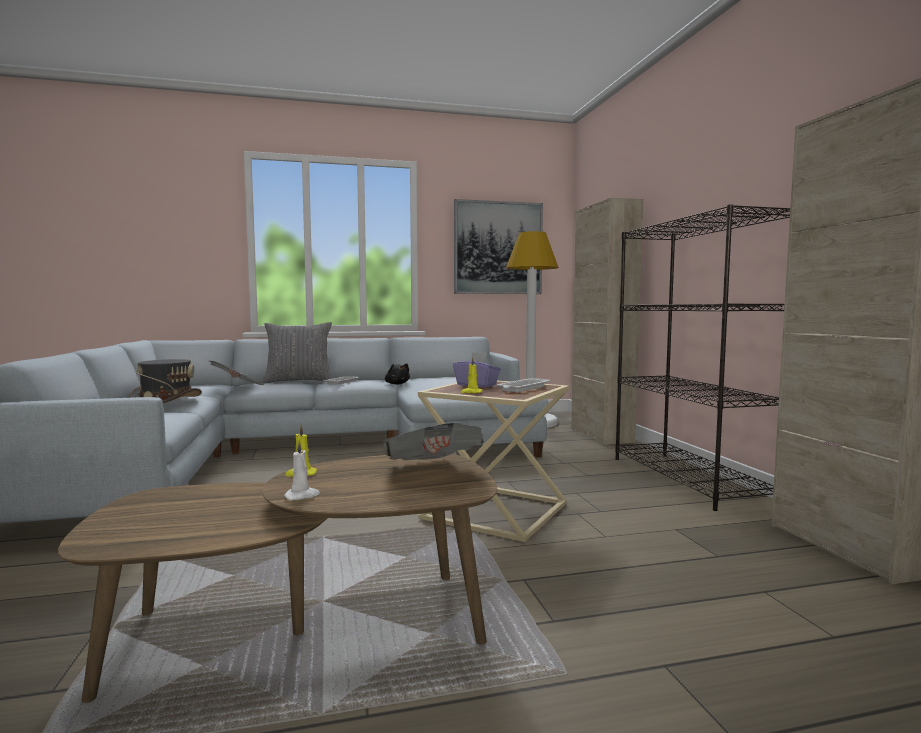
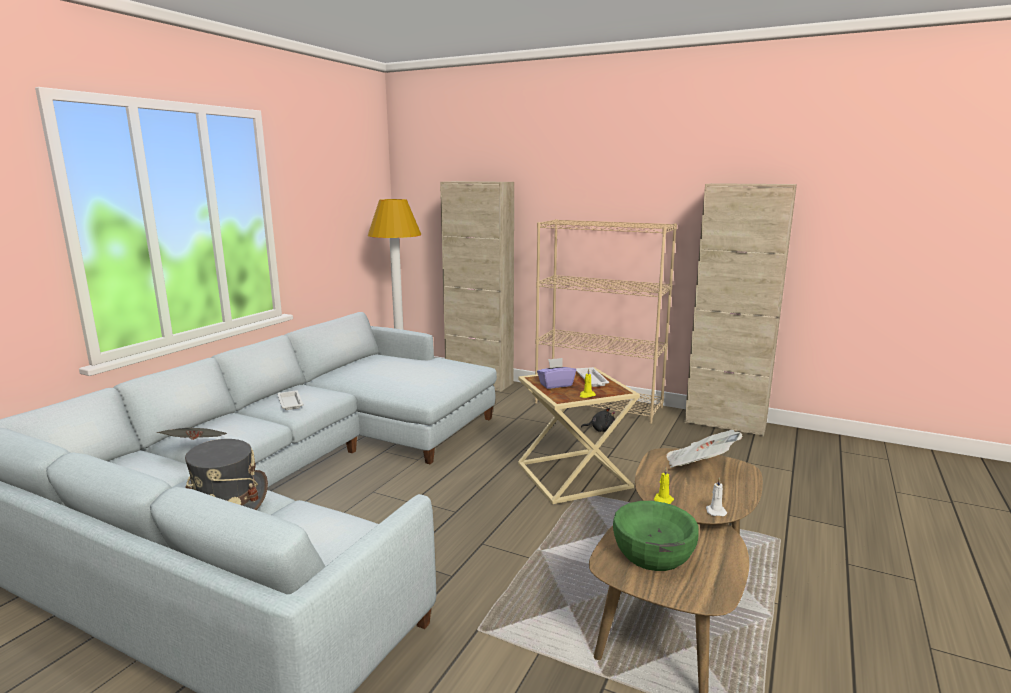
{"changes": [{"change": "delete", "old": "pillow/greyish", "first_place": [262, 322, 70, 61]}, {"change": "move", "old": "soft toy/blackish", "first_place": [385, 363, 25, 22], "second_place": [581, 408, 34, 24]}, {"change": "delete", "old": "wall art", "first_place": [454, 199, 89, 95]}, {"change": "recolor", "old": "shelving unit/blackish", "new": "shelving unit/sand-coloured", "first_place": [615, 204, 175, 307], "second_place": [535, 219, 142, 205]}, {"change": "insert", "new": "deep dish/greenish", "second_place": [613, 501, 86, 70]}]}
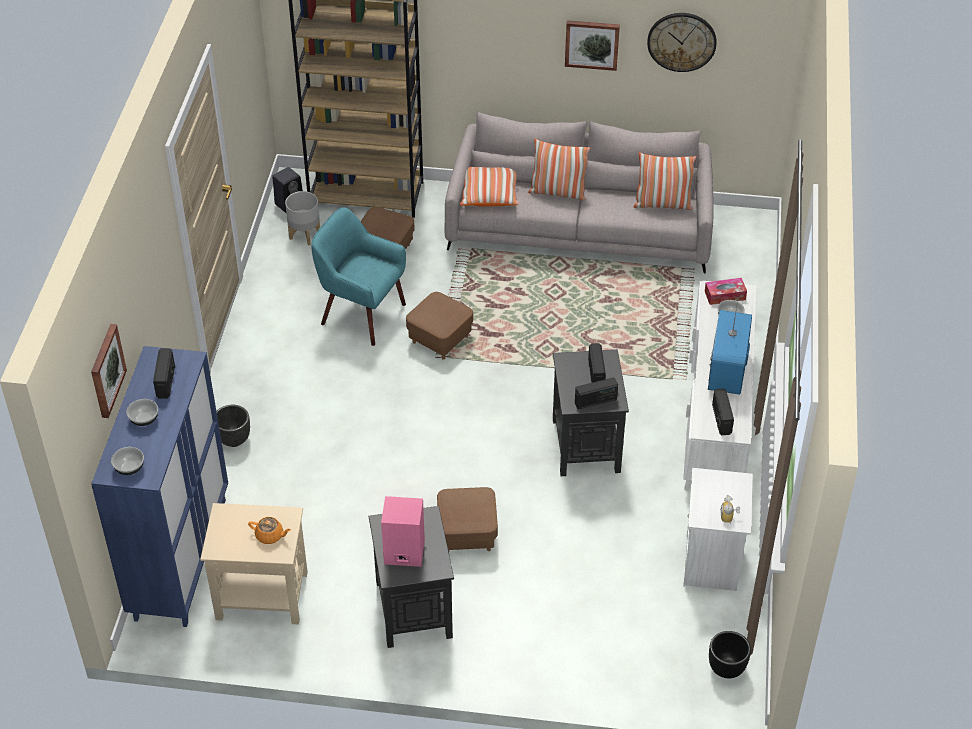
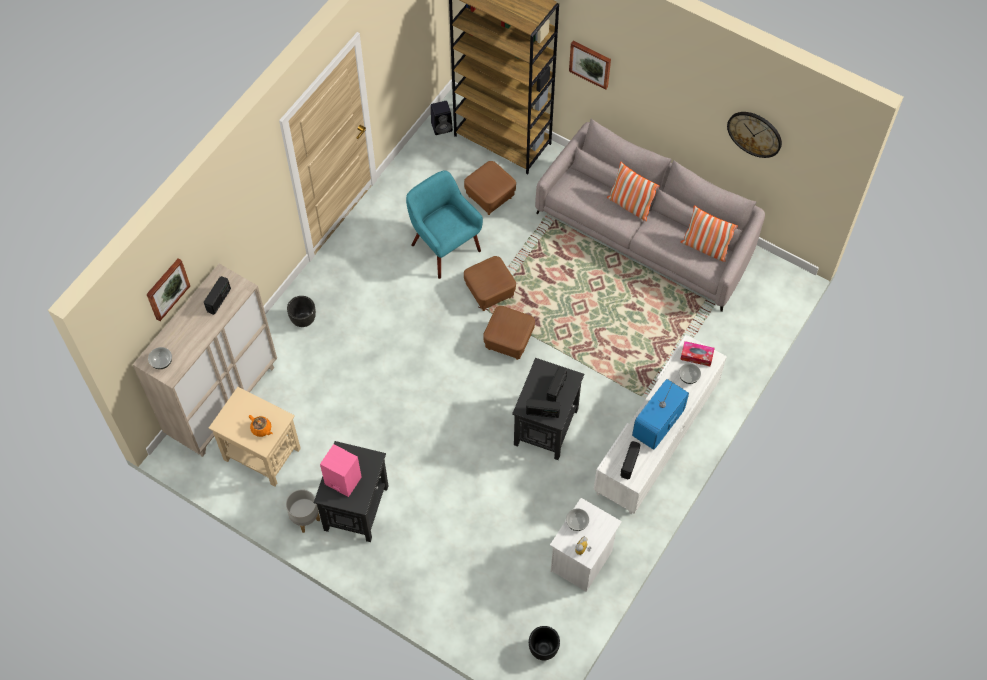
{"changes": [{"change": "recolor", "old": "cabinet/blue", "new": "cabinet/sand-coloured", "first_place": [91, 346, 137, 281], "second_place": [133, 264, 144, 193]}, {"change": "move", "old": "deep dish", "first_place": [126, 399, 32, 27], "second_place": [566, 508, 23, 23]}, {"change": "move", "old": "flower pot/greyish", "first_place": [285, 191, 35, 55], "second_place": [286, 489, 34, 44]}, {"change": "move", "old": "footrest/brown", "first_place": [437, 487, 61, 64], "second_place": [483, 306, 52, 54]}, {"change": "delete", "old": "pillow", "first_place": [460, 167, 59, 40]}, {"change": "move", "old": "wall art", "first_place": [565, 20, 55, 51], "second_place": [569, 41, 42, 49]}]}
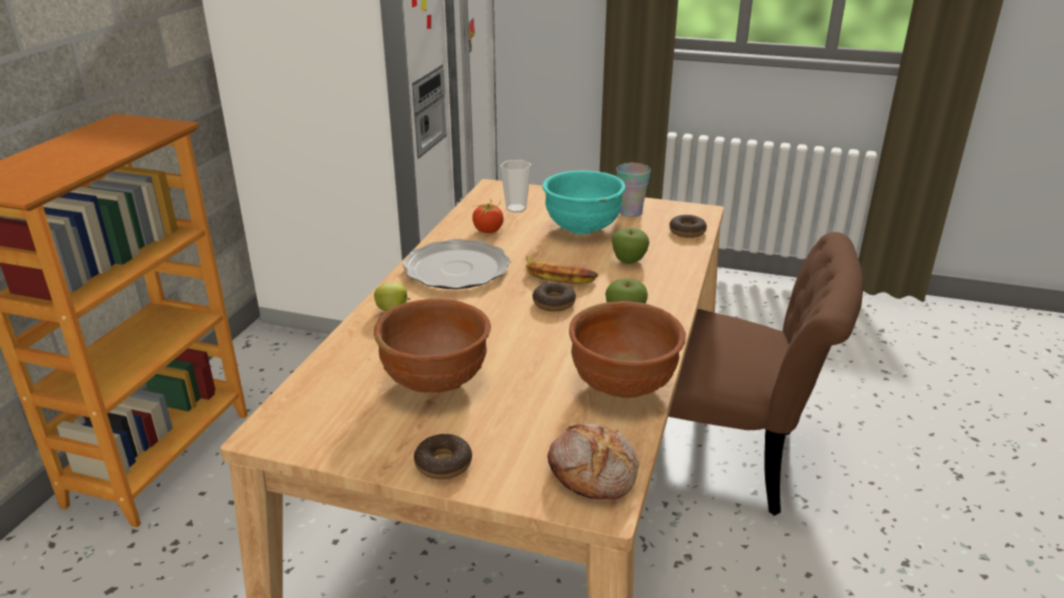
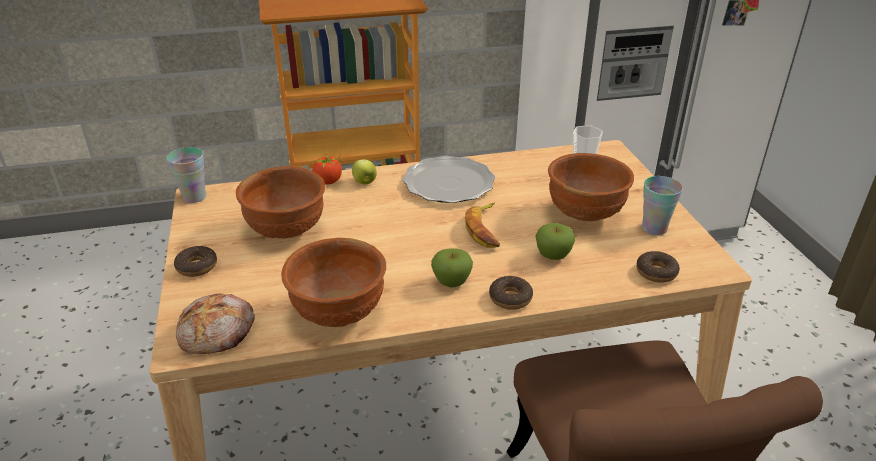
{"changes": [{"change": "move", "old": "tomato", "first_place": [472, 198, 32, 35], "second_place": [312, 154, 30, 31]}, {"change": "move", "old": "donut", "first_place": [533, 282, 43, 30], "second_place": [489, 276, 44, 34]}, {"change": "recolor", "old": "deep dish/blue-green", "new": "deep dish/brown", "first_place": [542, 170, 83, 65], "second_place": [548, 153, 86, 68]}, {"change": "insert", "new": "cup", "second_place": [167, 147, 39, 56]}]}
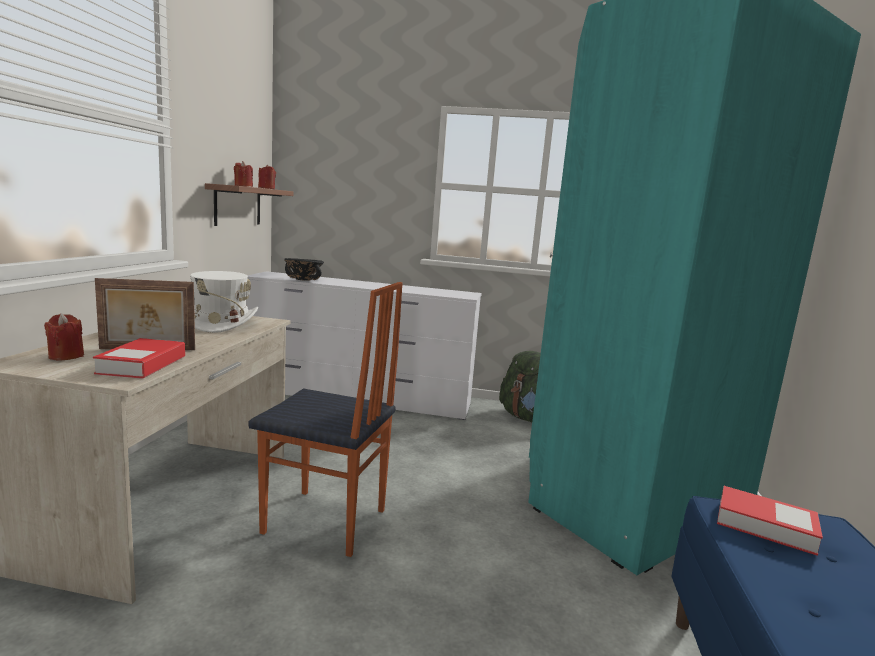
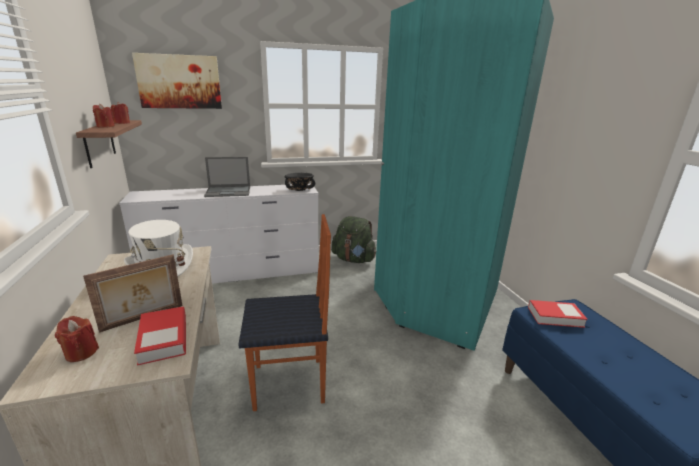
{"changes": [{"change": "move", "old": "deep dish/blackish", "first_place": [284, 258, 40, 23], "second_place": [285, 173, 30, 18]}, {"change": "insert", "new": "wall art", "second_place": [132, 53, 90, 56]}, {"change": "insert", "new": "laptop", "second_place": [204, 157, 46, 40]}]}
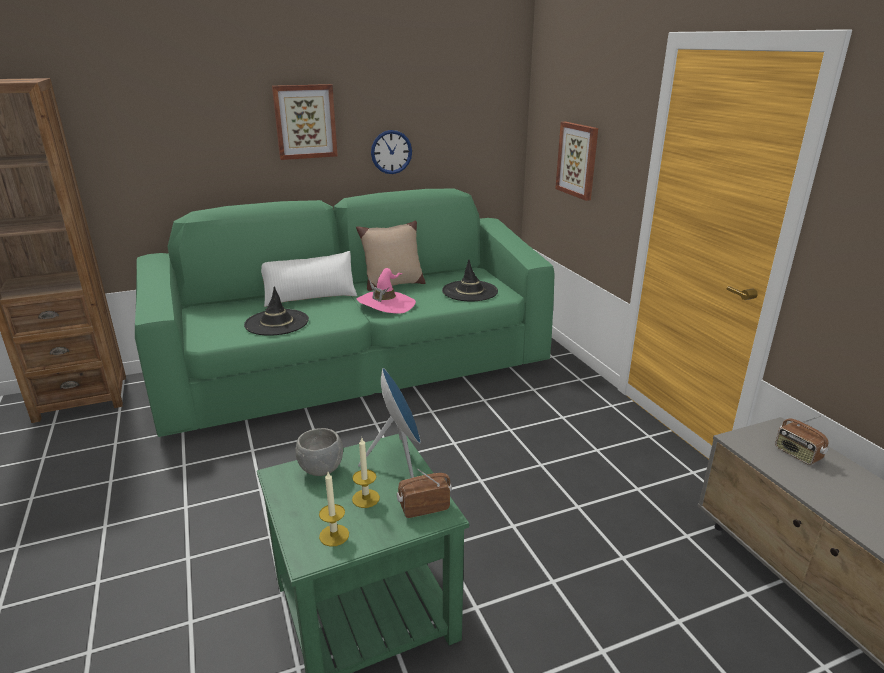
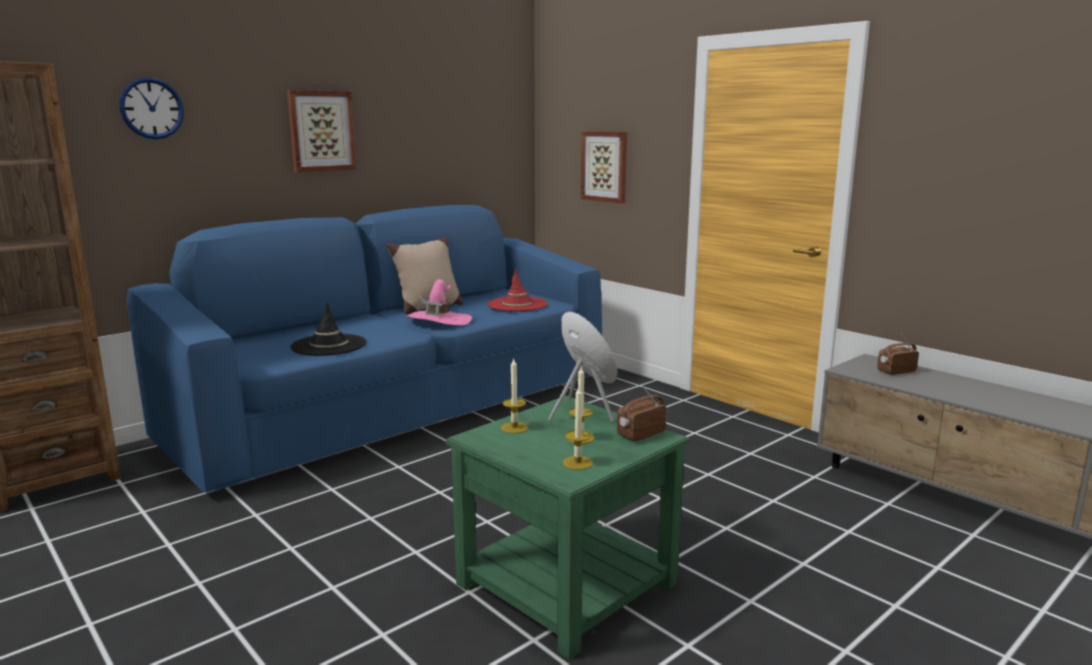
{"changes": [{"change": "recolor", "old": "settee/greenish", "new": "settee/blue", "first_place": [135, 189, 420, 248], "second_place": [127, 205, 475, 288]}, {"change": "delete", "old": "pillow/white-coloured", "first_place": [261, 251, 96, 56]}, {"change": "replace", "old": "deep dish/greyish", "new": "candle", "first_place": [295, 428, 48, 48], "second_place": [501, 357, 27, 76]}, {"change": "move", "old": "hanging clock", "first_place": [371, 130, 41, 44], "second_place": [119, 77, 65, 62]}, {"change": "recolor", "old": "wearable hat/blackish", "new": "wearable hat/reddish", "first_place": [442, 259, 56, 43], "second_place": [487, 269, 61, 43]}, {"change": "rotate", "old": "radio", "first_place": [775, 416, 54, 49], "second_place": [877, 334, 42, 41], "degrees": 120}]}
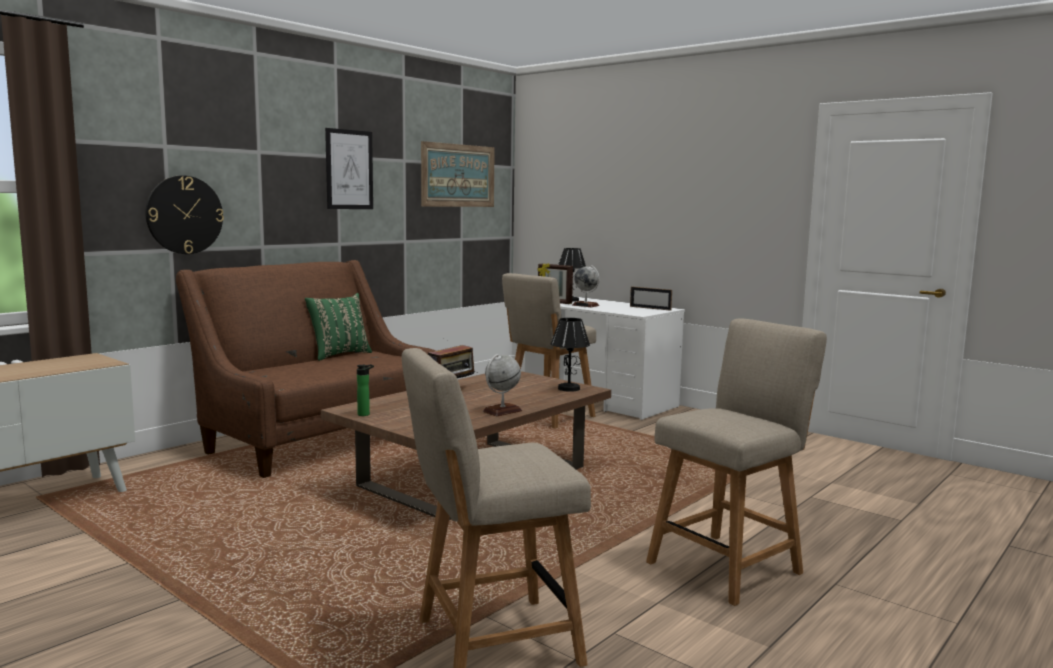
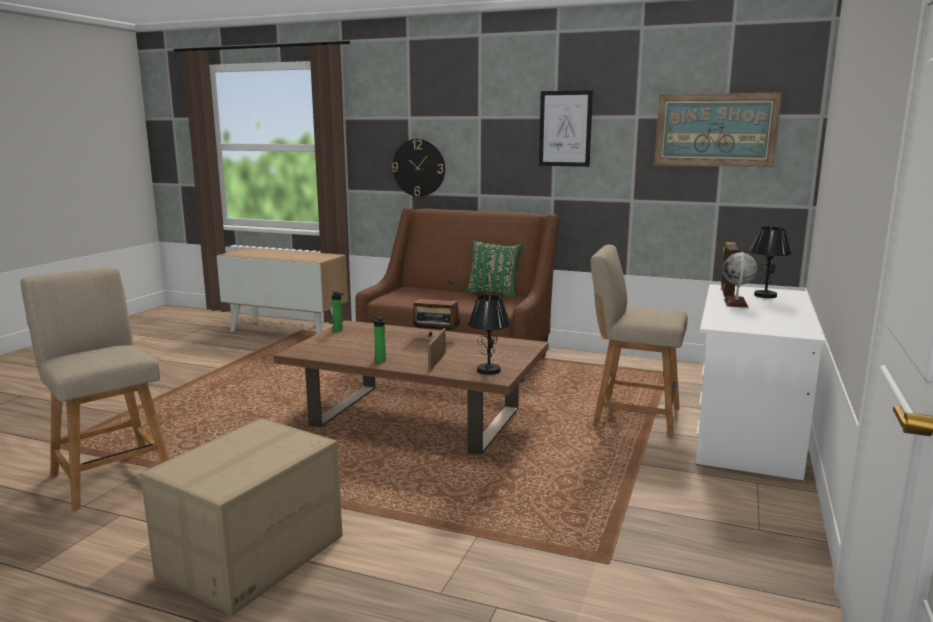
{"changes": [{"change": "replace", "old": "desk globe", "new": "bottle", "first_place": [483, 354, 39, 62], "second_place": [370, 316, 16, 47]}, {"change": "move", "old": "picture frame", "first_place": [630, 286, 42, 25], "second_place": [428, 328, 18, 44]}, {"change": "replace", "old": "plain chair/sand-coloured", "new": "packing box", "first_place": [646, 318, 181, 288], "second_place": [140, 418, 202, 198]}]}
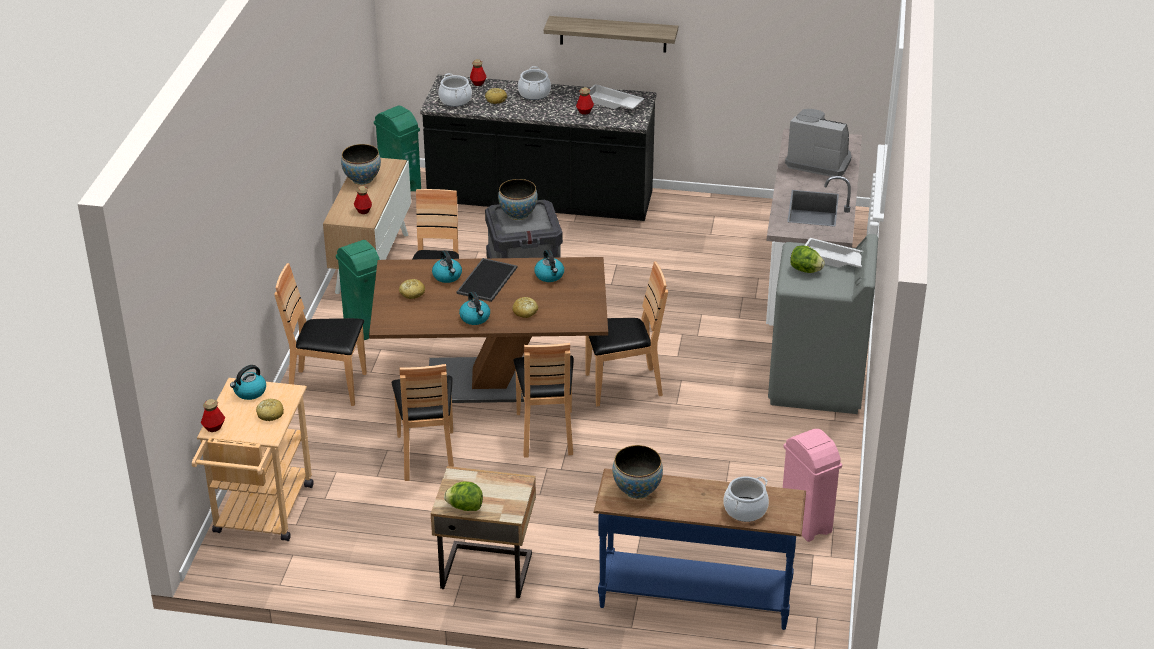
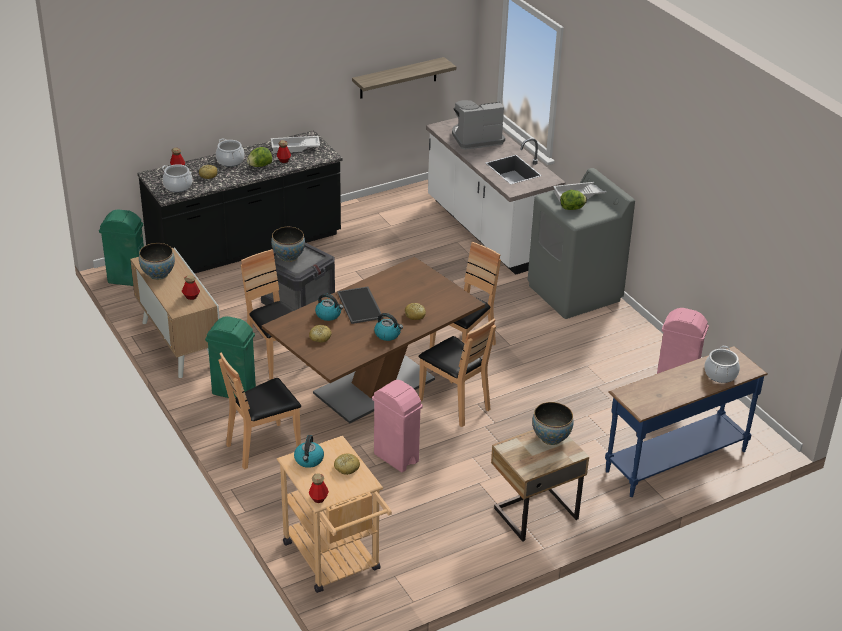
{"changes": [{"change": "replace", "old": "plain chair/brown", "new": "rubbish bin/pink-coloured", "first_place": [392, 364, 62, 117], "second_place": [372, 380, 51, 92]}, {"change": "move", "old": "lettuce head", "first_place": [444, 481, 39, 30], "second_place": [247, 147, 25, 20]}, {"change": "delete", "old": "water kettle", "first_place": [534, 250, 30, 32]}, {"change": "move", "old": "shelf", "first_place": [544, 16, 134, 37], "second_place": [352, 57, 104, 42]}, {"change": "move", "old": "deep dish", "first_place": [613, 445, 50, 54], "second_place": [532, 402, 42, 43]}]}
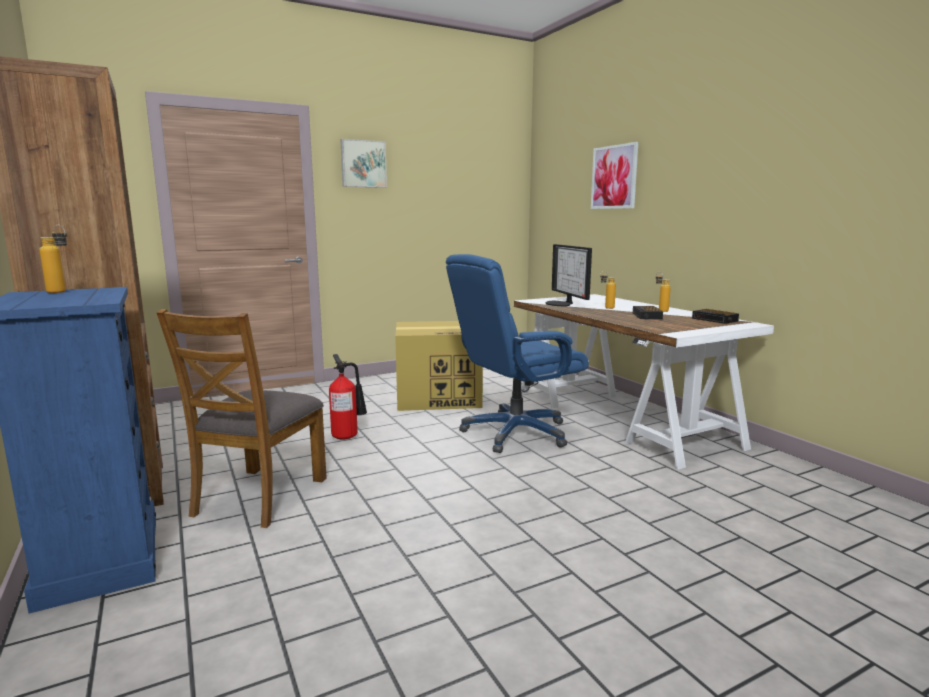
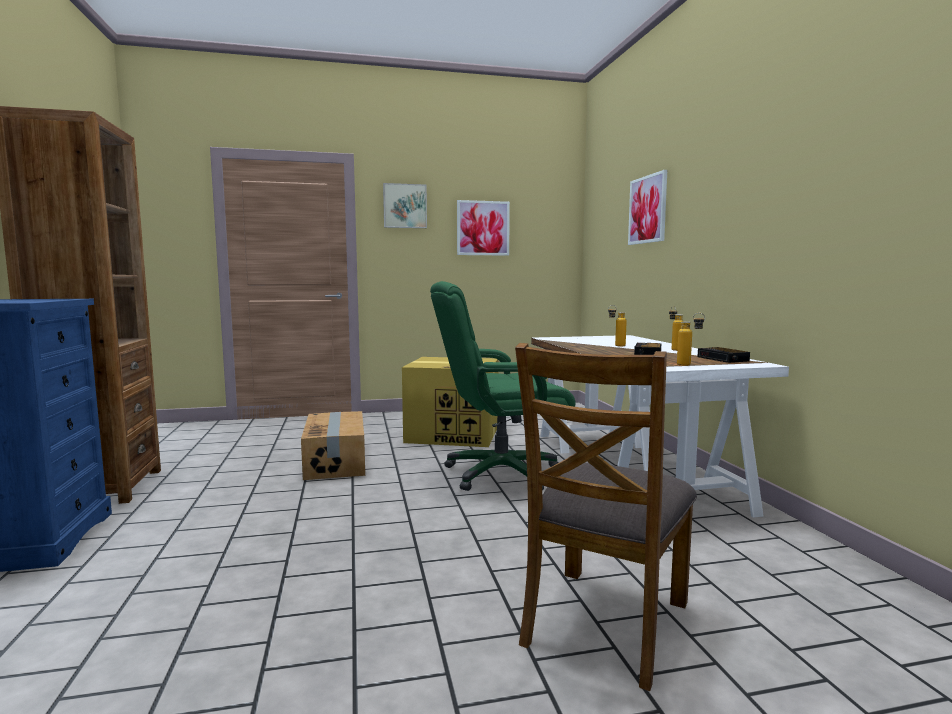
{"changes": [{"change": "move", "old": "bottle", "first_place": [39, 225, 28, 68], "second_place": [677, 313, 28, 53]}, {"change": "move", "old": "plain chair/brown", "first_place": [157, 309, 170, 219], "second_place": [515, 343, 182, 348]}, {"change": "replace", "old": "fire-fighting cylinder", "new": "packing box", "first_place": [329, 354, 38, 86], "second_place": [301, 411, 64, 69]}, {"change": "recolor", "old": "office chair/blue", "new": "office chair/greenish", "first_place": [446, 254, 143, 199], "second_place": [430, 281, 145, 210]}, {"change": "delete", "old": "computer screen", "first_place": [546, 244, 46, 62]}, {"change": "insert", "new": "wall art", "second_place": [457, 200, 53, 56]}]}
